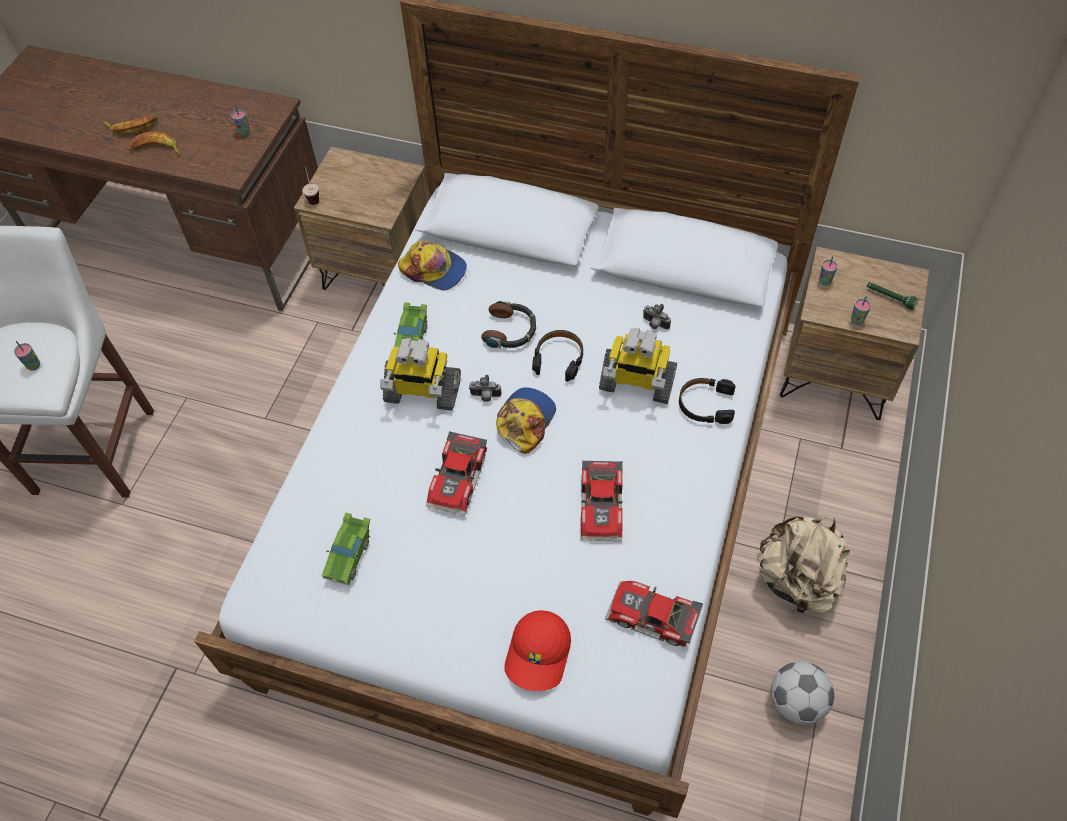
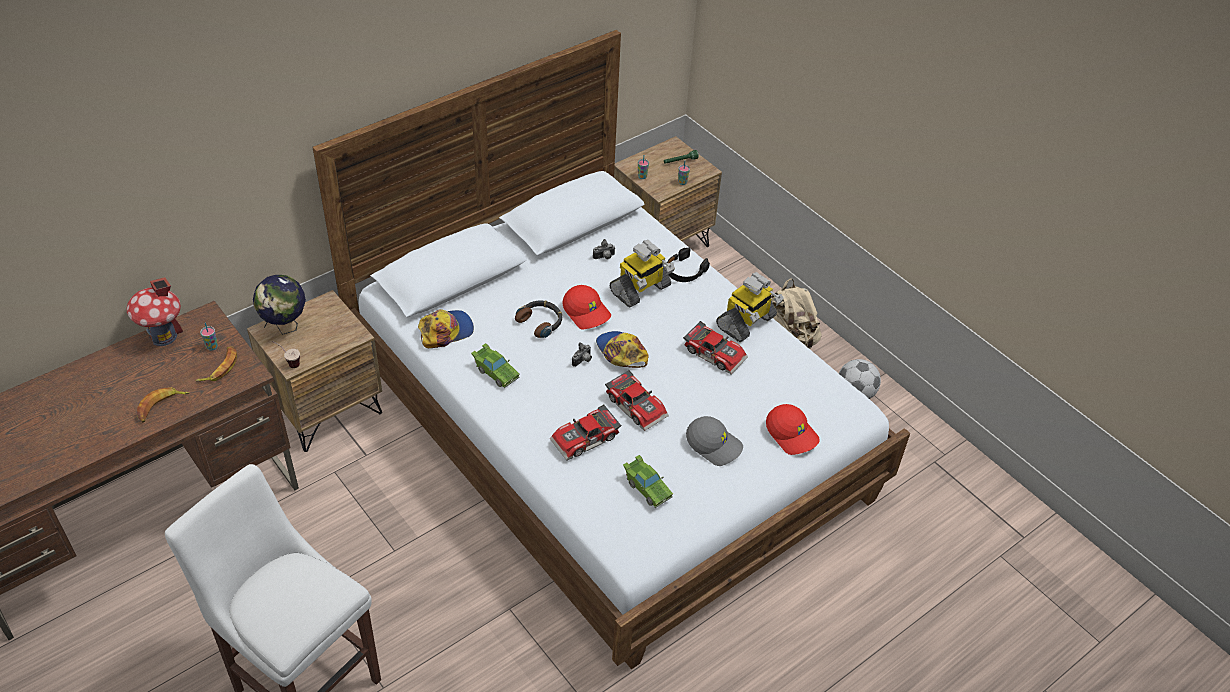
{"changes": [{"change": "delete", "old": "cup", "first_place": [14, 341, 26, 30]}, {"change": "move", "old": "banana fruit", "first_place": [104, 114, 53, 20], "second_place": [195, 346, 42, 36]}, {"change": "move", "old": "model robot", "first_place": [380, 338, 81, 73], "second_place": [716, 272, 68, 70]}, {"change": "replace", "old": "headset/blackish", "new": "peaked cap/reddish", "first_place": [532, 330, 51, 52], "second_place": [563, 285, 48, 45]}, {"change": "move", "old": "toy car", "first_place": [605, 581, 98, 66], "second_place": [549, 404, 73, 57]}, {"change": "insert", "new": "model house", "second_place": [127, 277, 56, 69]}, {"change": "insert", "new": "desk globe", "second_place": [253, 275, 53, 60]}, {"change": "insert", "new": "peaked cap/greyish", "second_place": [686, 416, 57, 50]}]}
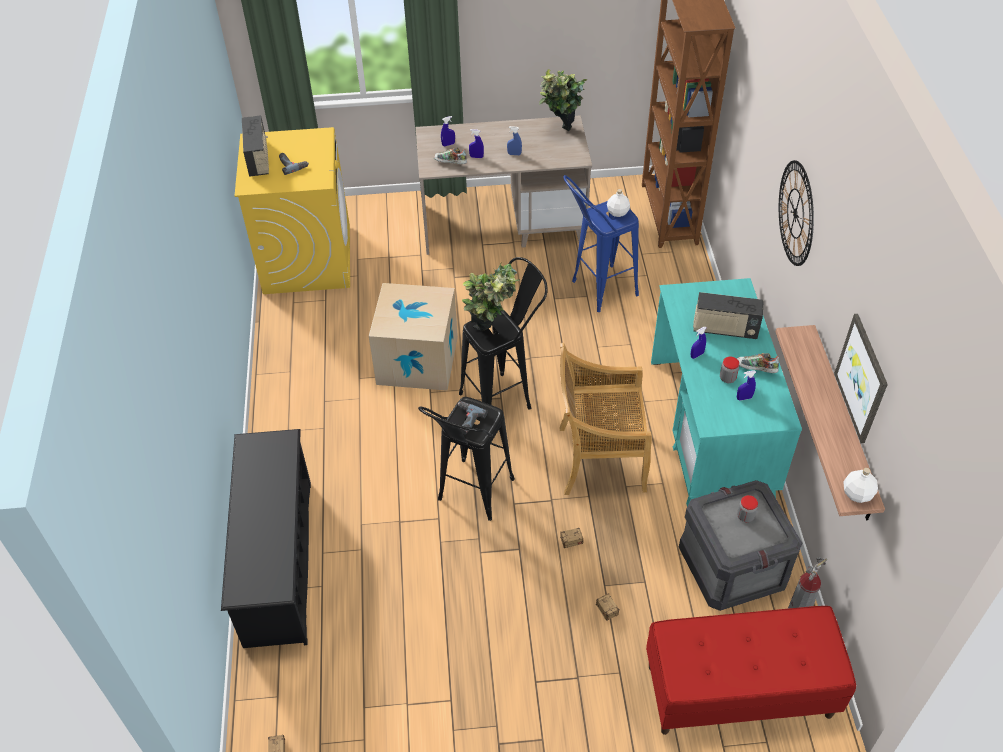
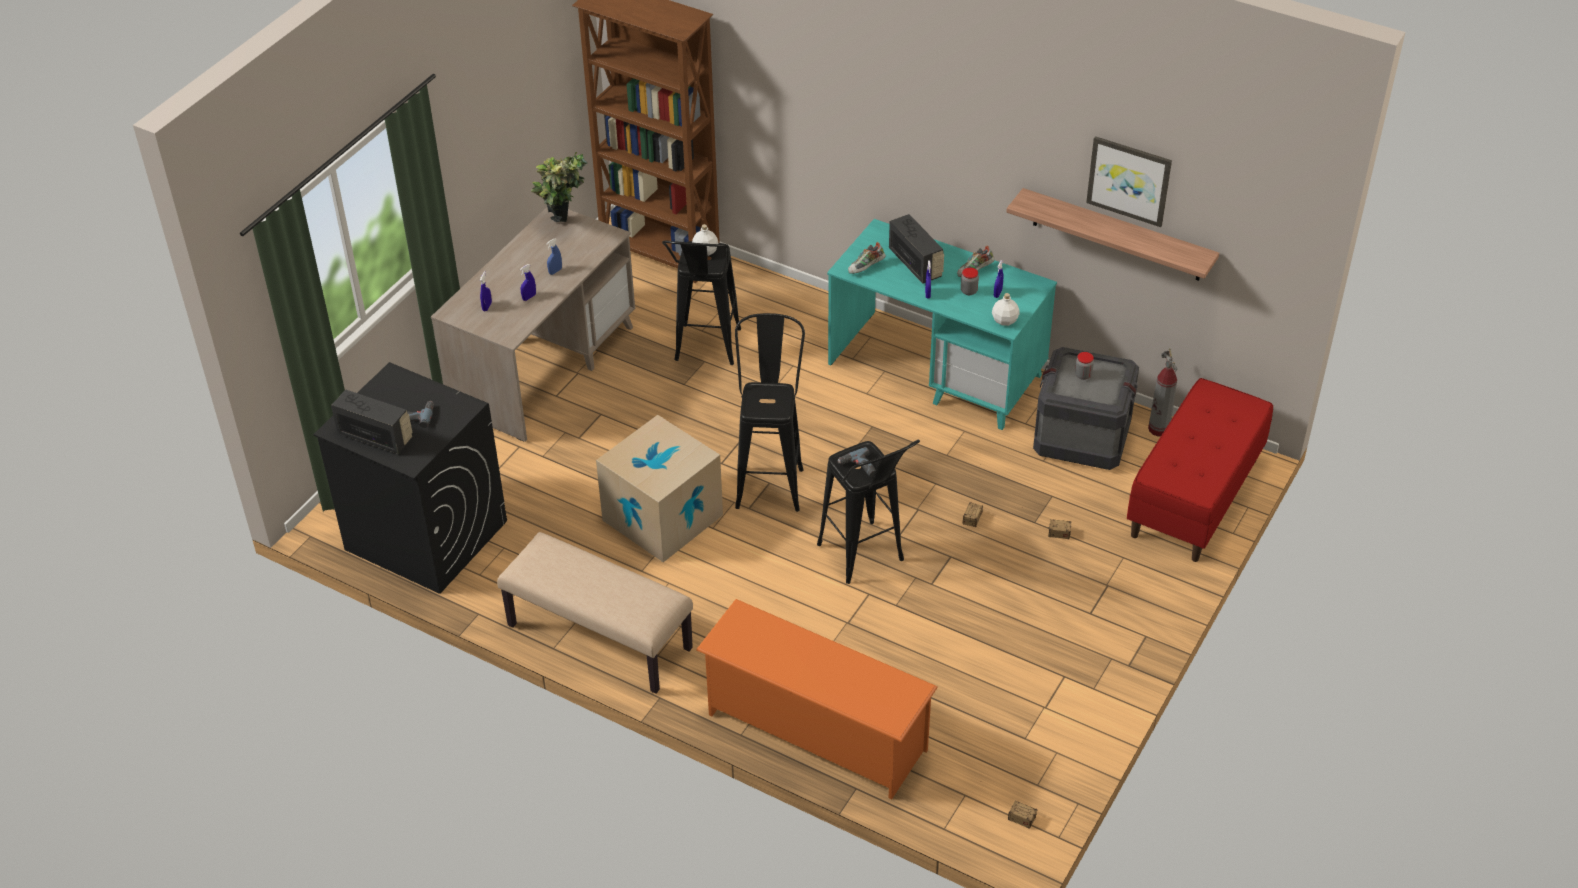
{"changes": [{"change": "recolor", "old": "shoe shelf/blackish", "new": "shoe shelf/orange-coloured", "first_place": [221, 429, 90, 219], "second_place": [696, 599, 242, 200]}, {"change": "recolor", "old": "laundry machine/yellow", "new": "laundry machine/blackish", "first_place": [234, 127, 116, 167], "second_place": [313, 362, 194, 232]}, {"change": "move", "old": "shoe", "first_place": [434, 147, 33, 17], "second_place": [848, 242, 38, 32]}, {"change": "delete", "old": "houseplant", "first_place": [462, 262, 58, 69]}, {"change": "delete", "old": "plain chair/sand-coloured", "first_place": [560, 343, 92, 152]}, {"change": "recolor", "old": "sitting stool/blue", "new": "sitting stool/blackish", "first_place": [563, 175, 76, 137], "second_place": [662, 241, 79, 124]}, {"change": "rotate", "old": "radio", "first_place": [693, 292, 71, 47], "second_place": [889, 214, 55, 70], "degrees": -75}, {"change": "delete", "old": "hanging clock", "first_place": [779, 160, 35, 106]}, {"change": "move", "old": "bottle/white-coloured", "first_place": [844, 468, 34, 35], "second_place": [992, 293, 28, 33]}, {"change": "insert", "new": "bench/sand-coloured", "second_place": [497, 532, 196, 162]}]}
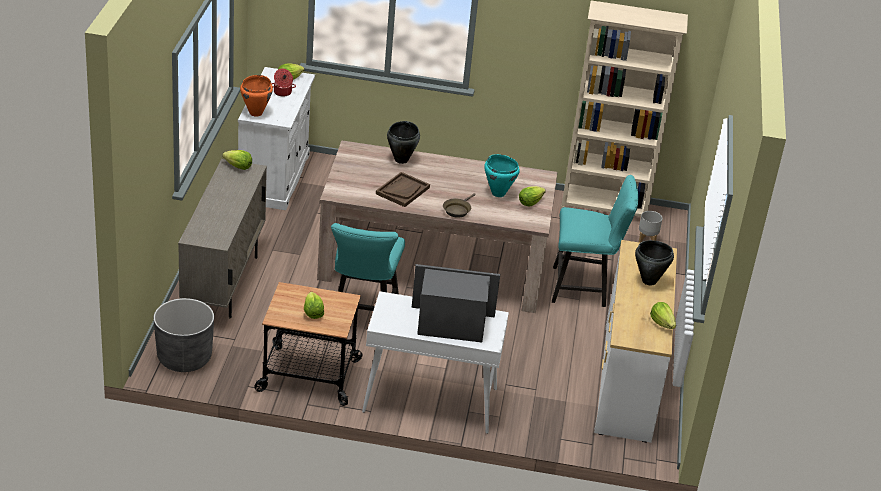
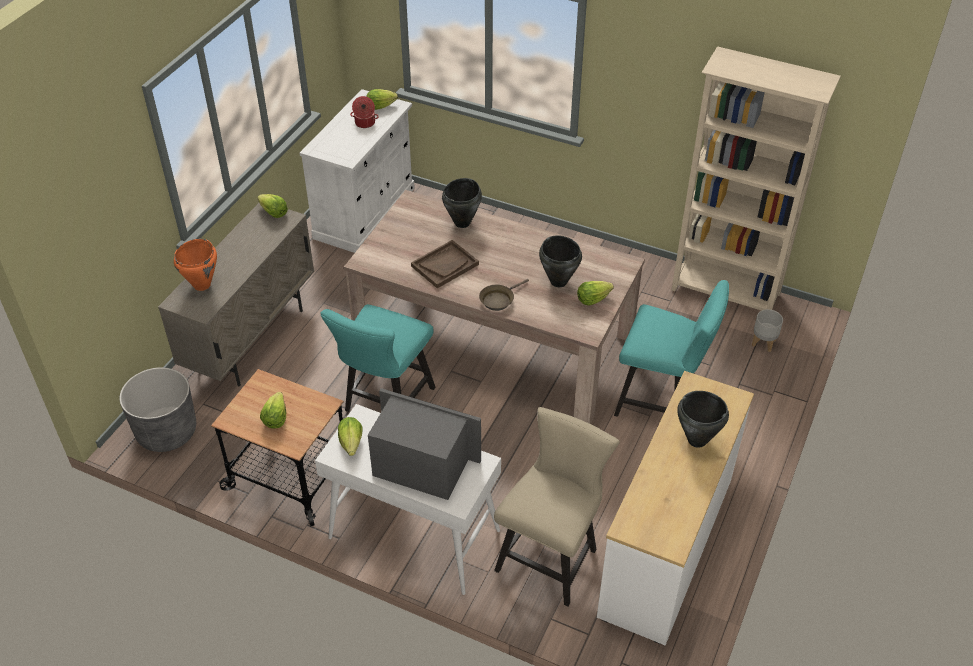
{"changes": [{"change": "move", "old": "stockpot/orange-coloured", "first_place": [240, 75, 33, 41], "second_place": [174, 239, 43, 52]}, {"change": "recolor", "old": "stockpot/blue-green", "new": "stockpot/blackish", "first_place": [484, 154, 36, 43], "second_place": [539, 235, 43, 52]}, {"change": "move", "old": "lettuce head", "first_place": [650, 302, 26, 27], "second_place": [338, 417, 25, 39]}, {"change": "insert", "new": "plain chair/sand-coloured", "second_place": [494, 407, 126, 200]}]}
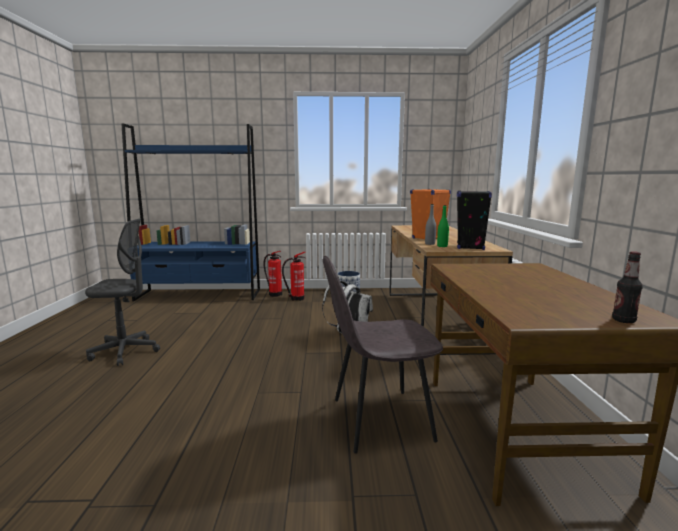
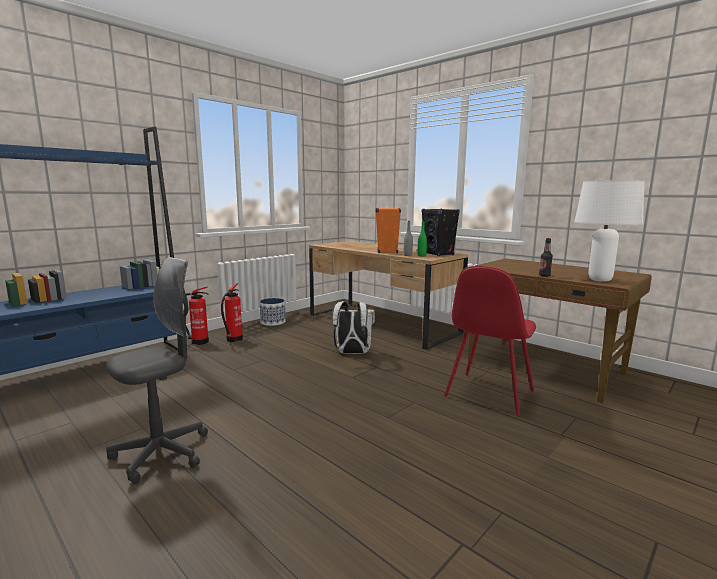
{"changes": [{"change": "recolor", "old": "plain chair/greyish", "new": "plain chair/reddish", "first_place": [323, 256, 120, 198], "second_place": [444, 266, 92, 150]}, {"change": "move", "old": "bottle", "first_place": [612, 251, 31, 72], "second_place": [539, 238, 14, 39]}, {"change": "insert", "new": "lamp for a table/white-coloured", "second_place": [574, 180, 71, 102]}]}
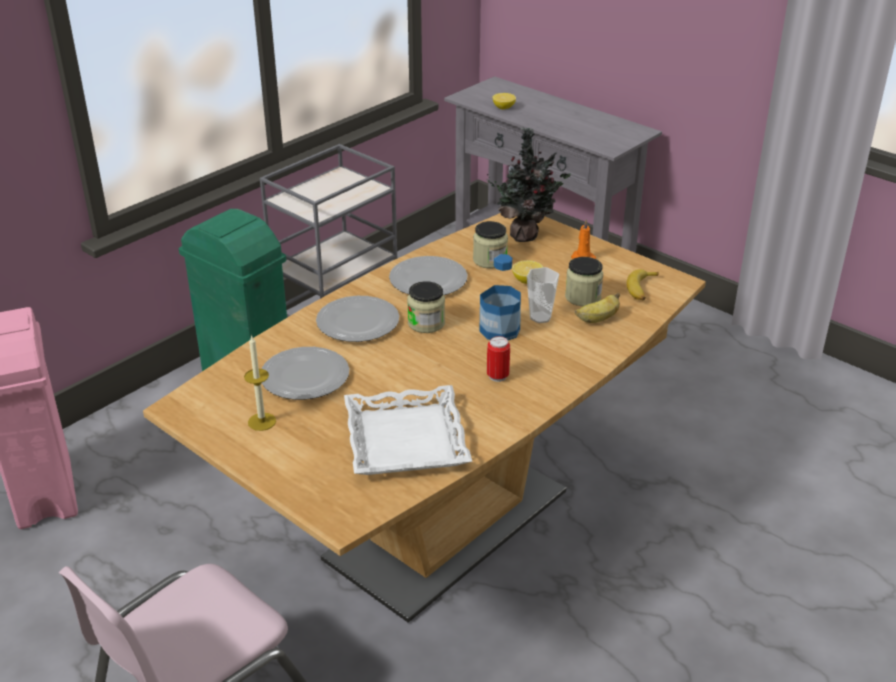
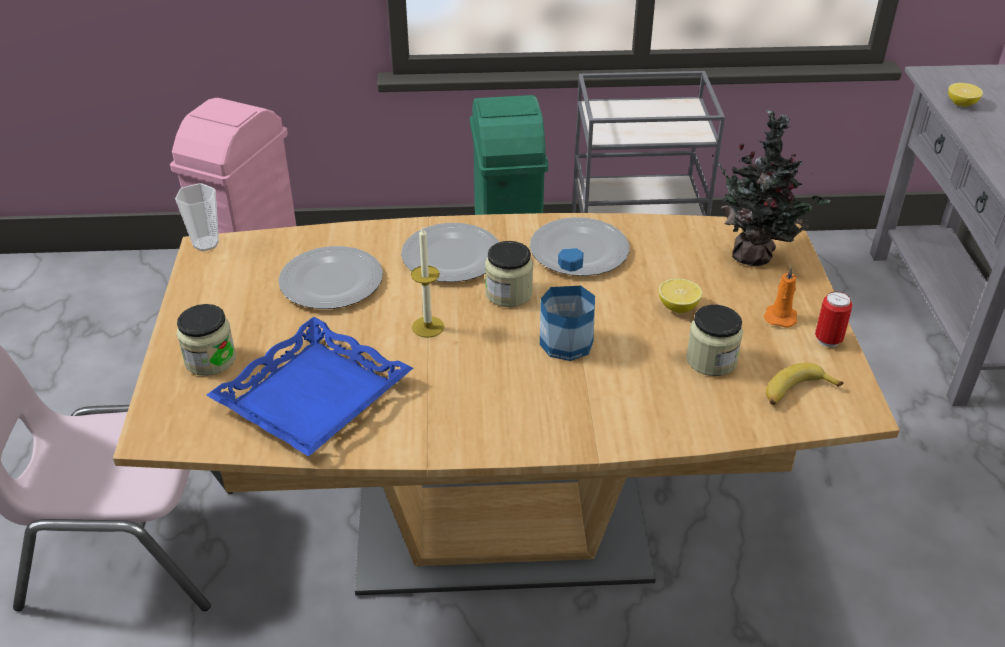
{"changes": [{"change": "move", "old": "candle", "first_place": [244, 335, 32, 96], "second_place": [411, 226, 34, 112]}, {"change": "recolor", "old": "carrying tray/white-coloured", "new": "carrying tray/blue", "first_place": [344, 385, 128, 90], "second_place": [206, 317, 207, 140]}, {"change": "move", "old": "preserve jar", "first_place": [473, 221, 35, 47], "second_place": [177, 304, 59, 72]}, {"change": "move", "old": "sealed can", "first_place": [487, 336, 23, 46], "second_place": [815, 291, 37, 56]}, {"change": "move", "old": "cup", "first_place": [527, 267, 32, 56], "second_place": [175, 183, 44, 68]}, {"change": "delete", "old": "banana fruit", "first_place": [575, 292, 45, 31]}]}
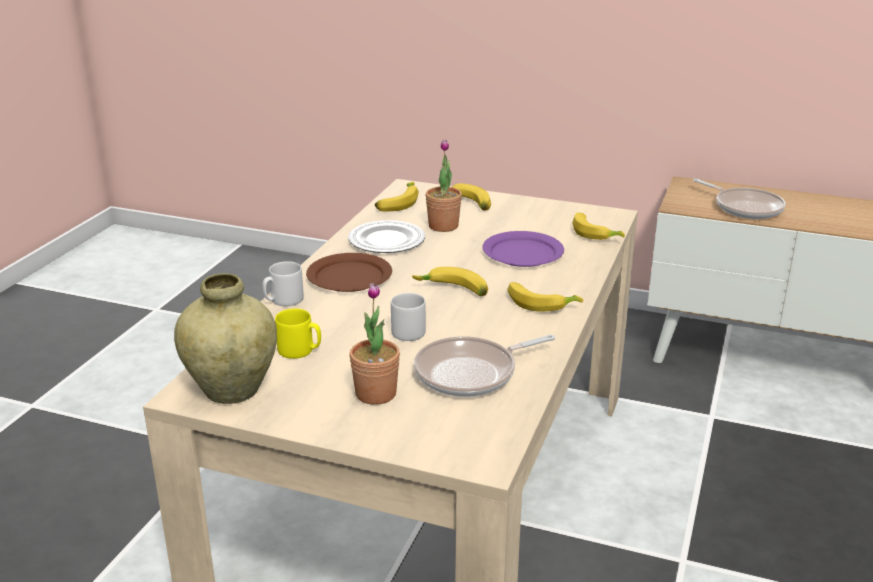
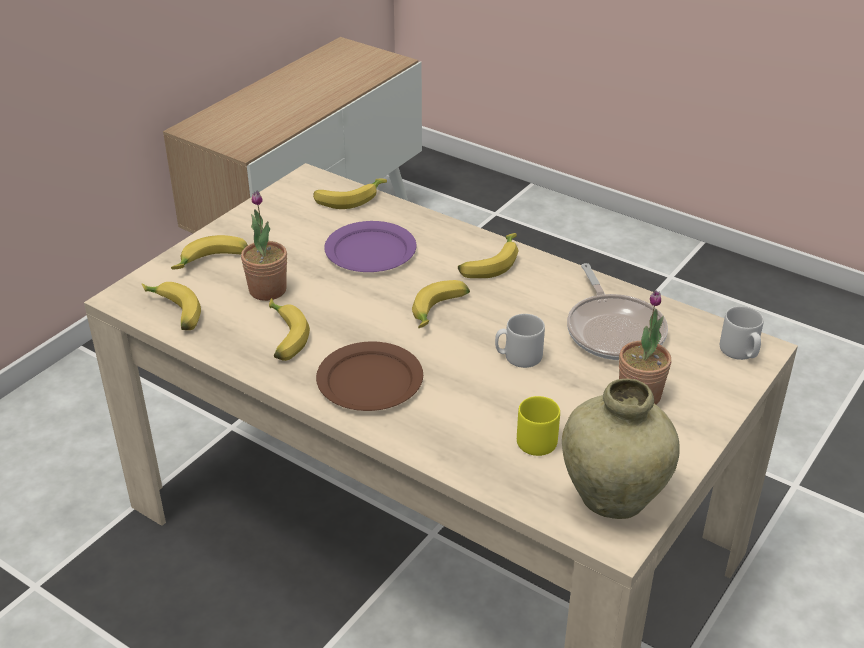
{"changes": [{"change": "move", "old": "tea mug/greyish", "first_place": [262, 261, 42, 45], "second_place": [720, 306, 44, 54]}, {"change": "replace", "old": "flat dish", "new": "banana fruit", "first_place": [348, 220, 77, 33], "second_place": [269, 298, 41, 63]}, {"change": "delete", "old": "skillet", "first_place": [693, 179, 93, 40]}]}
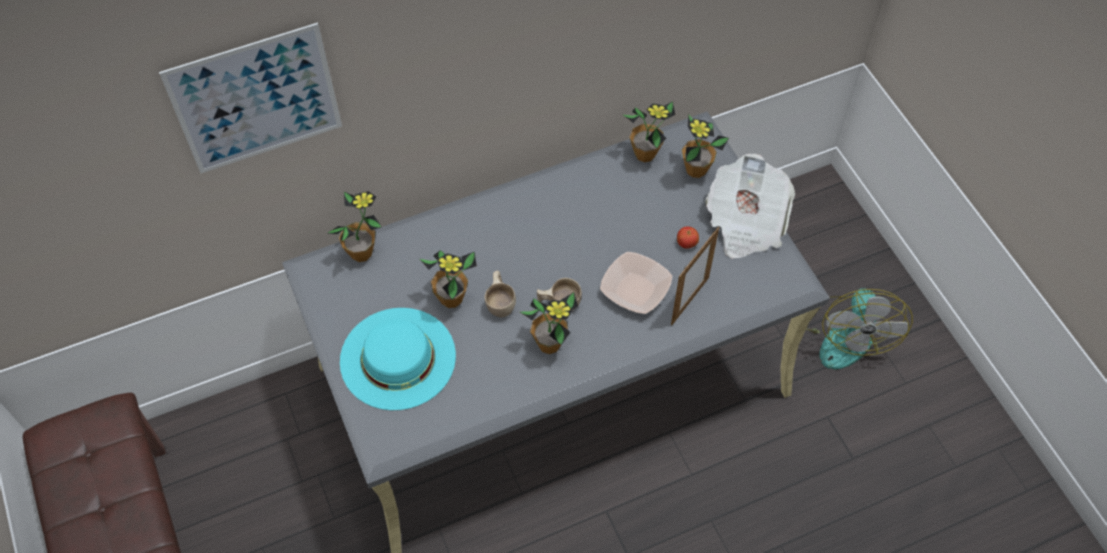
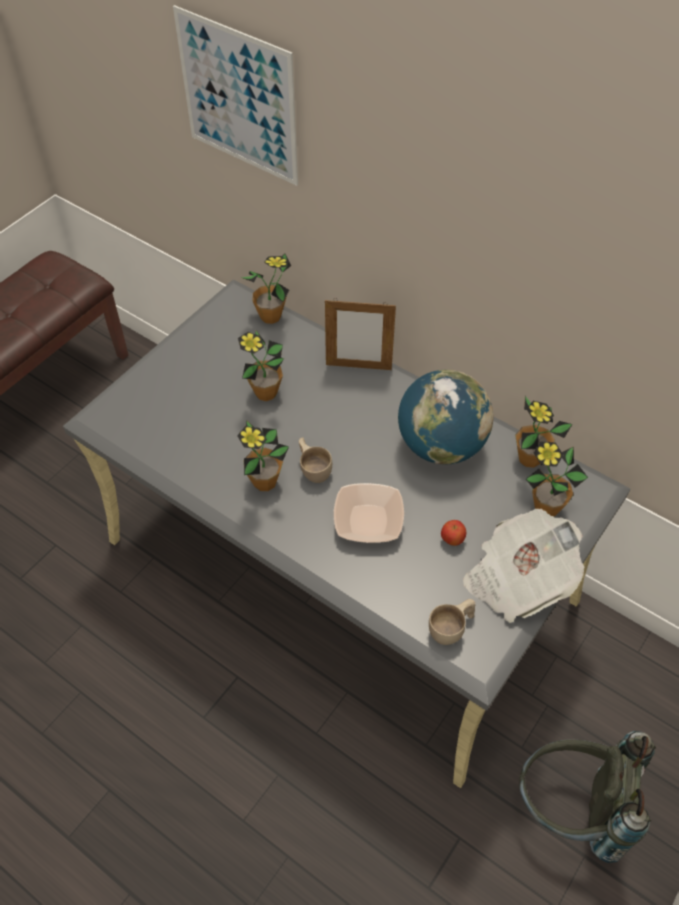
{"changes": [{"change": "delete", "old": "wearable hat/blue-green", "first_place": [340, 308, 116, 102]}, {"change": "move", "old": "cup/sand-coloured", "first_place": [485, 271, 31, 46], "second_place": [429, 599, 46, 46]}, {"change": "move", "old": "picture frame", "first_place": [671, 227, 48, 99], "second_place": [325, 298, 71, 72]}, {"change": "replace", "old": "electric fan", "new": "backpack/greyish", "first_place": [806, 288, 107, 82], "second_place": [519, 731, 137, 132]}, {"change": "insert", "new": "desk globe", "second_place": [398, 370, 95, 94]}]}
